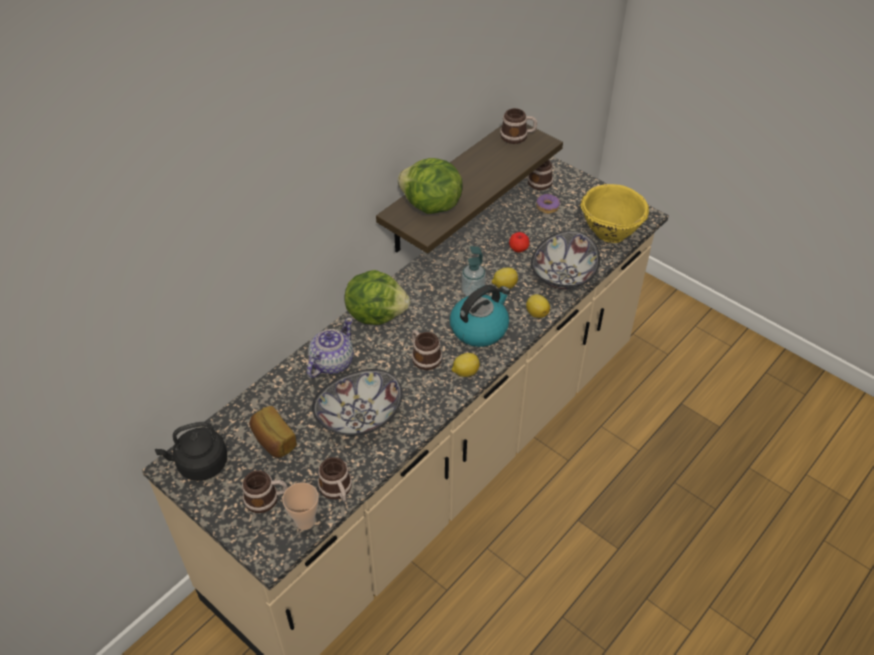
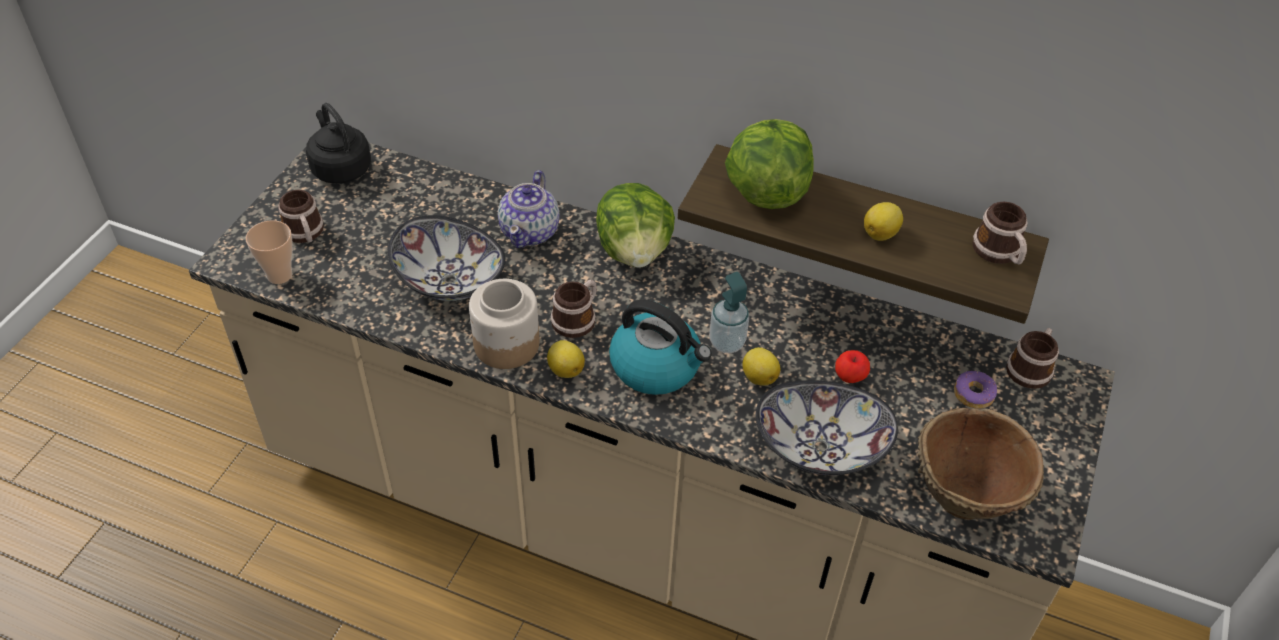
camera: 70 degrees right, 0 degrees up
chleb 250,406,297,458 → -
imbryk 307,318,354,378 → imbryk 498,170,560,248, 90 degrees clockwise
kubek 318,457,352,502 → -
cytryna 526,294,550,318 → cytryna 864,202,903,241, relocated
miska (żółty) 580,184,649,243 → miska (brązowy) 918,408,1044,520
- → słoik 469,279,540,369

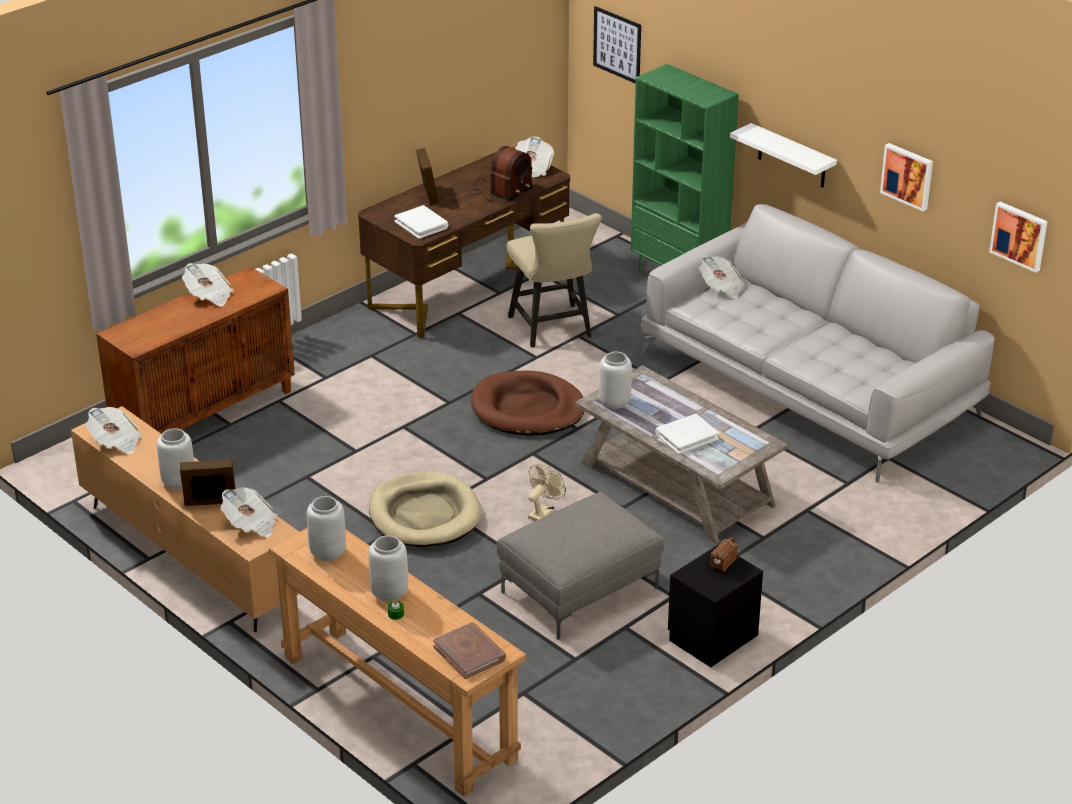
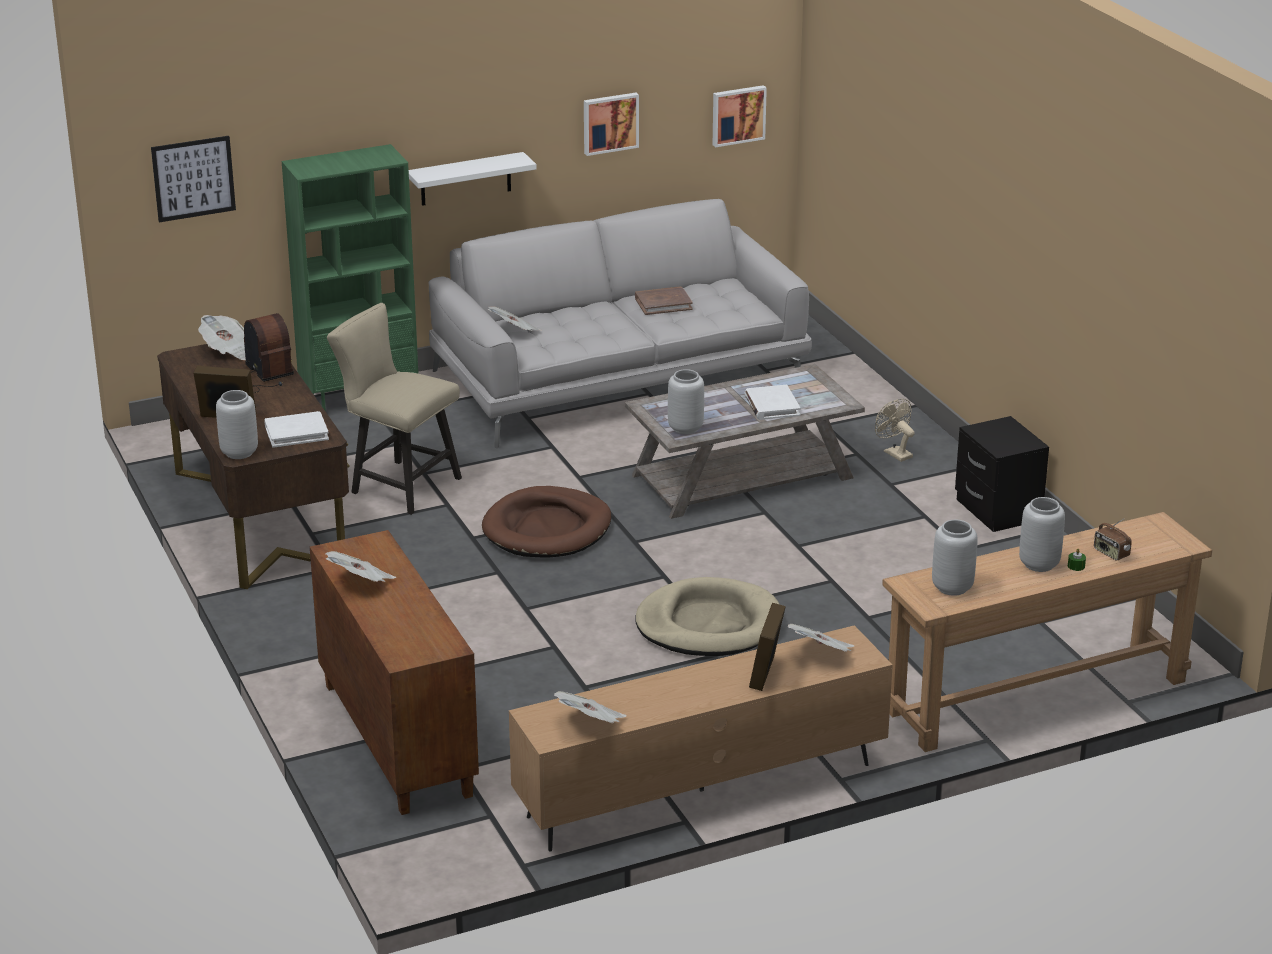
camera: 70 degrees left, 5 degrees down
wazon (szary) 157,428,194,489 → wazon (szary) 216,390,258,459, relocated
książka (brązowy) 433,622,506,679 → książka (brązowy) 635,286,693,315, relocated
pufa (szary) 497,492,665,640 → -
krzesło (beżowy) 507,213,602,348 → krzesło (beżowy) 327,303,462,515, 150 degrees counterclockwise
wentylator (beżowy) 528,464,566,521 → wentylator (beżowy) 875,399,915,462, relocated
radio 710,537,738,571 → radio 1094,519,1132,561, relocated

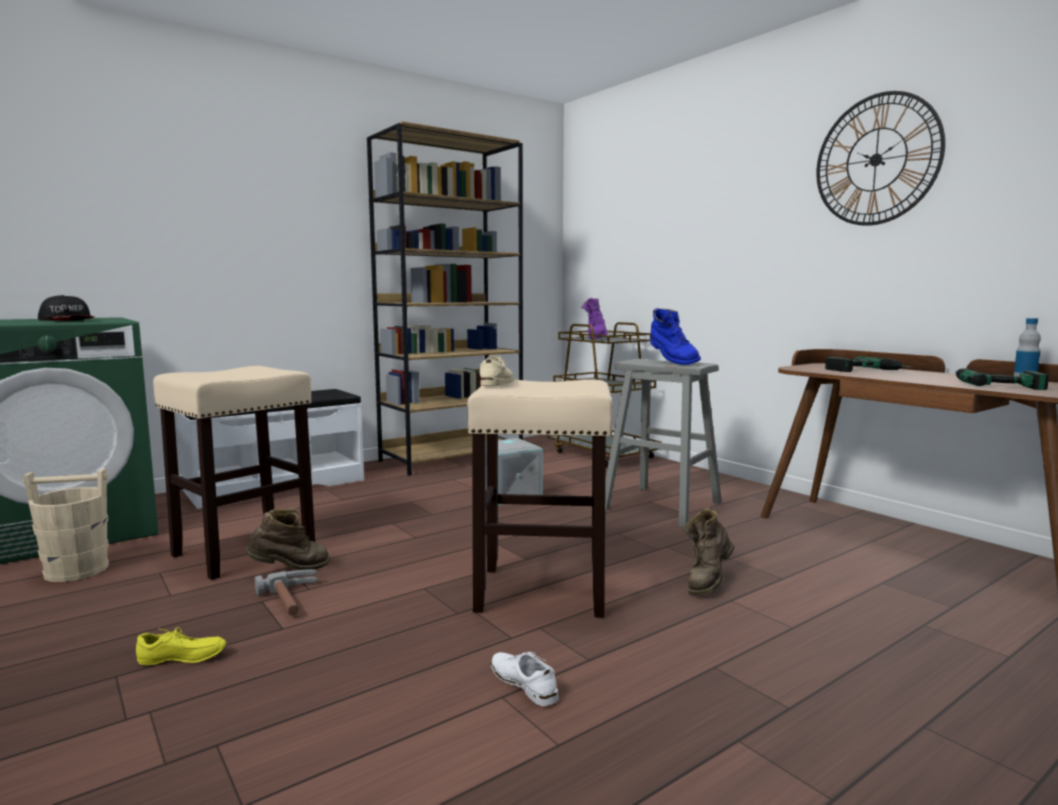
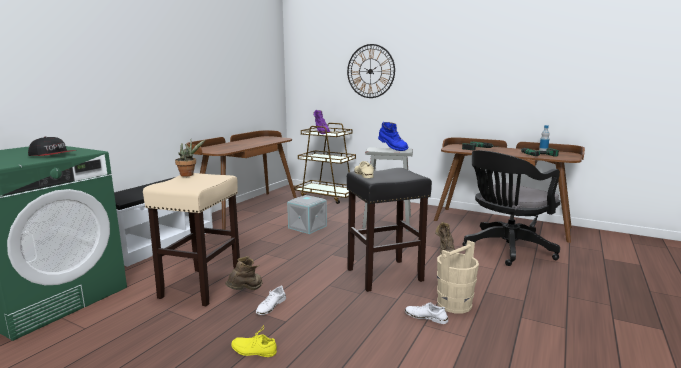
camera: 25 degrees left, 5 degrees up
wiadro (beżowy) 23,468,109,582 → wiadro (beżowy) 437,240,479,313, relocated
but (żółty) 136,627,226,665 → but (żółty) 231,327,277,357, 135 degrees counterclockwise
młotek 255,569,318,615 → but (biały) 256,285,286,315
regał (brązowy) 367,121,523,476 → biurko (brązowy) 187,130,297,230
stołek (beżowy) 467,380,613,618 → stołek (czarny) 347,168,432,292
zegar ścienny 816,91,945,226 → zegar ścienny 347,44,395,98, relocated
- → roślina doniczkowa 175,140,205,177
- → krzesło biurowe (czarny) 462,150,561,266

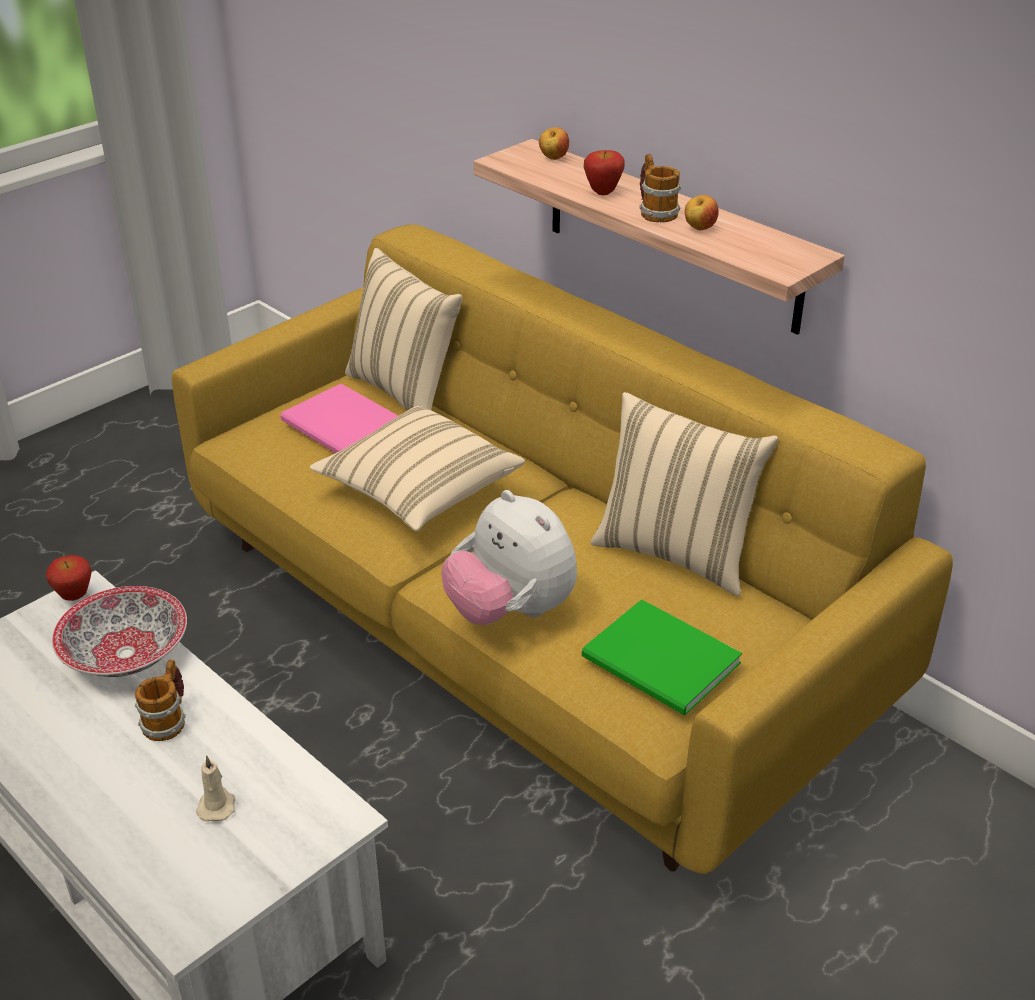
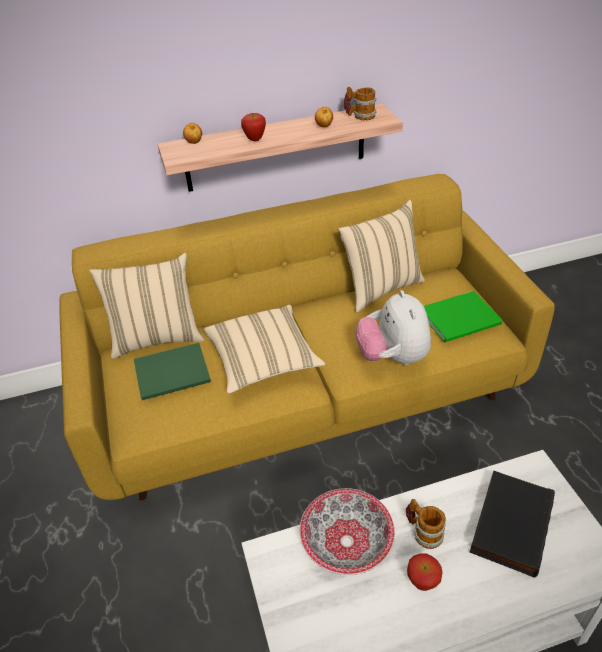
camera: 60 degrees left, 5 degrees up
jabłko 46,555,92,601 → jabłko 407,554,442,591, relocated
świeca (beżowy) 196,755,235,821 → książka (czarny) 470,471,555,578
książka (różowy) 280,384,398,453 → książka (zielony) 134,343,211,400
pluszak 442,490,577,625 → pluszak 356,290,431,365, 90 degrees clockwise
kubek 639,154,681,222 → kubek 344,87,377,120, relocated

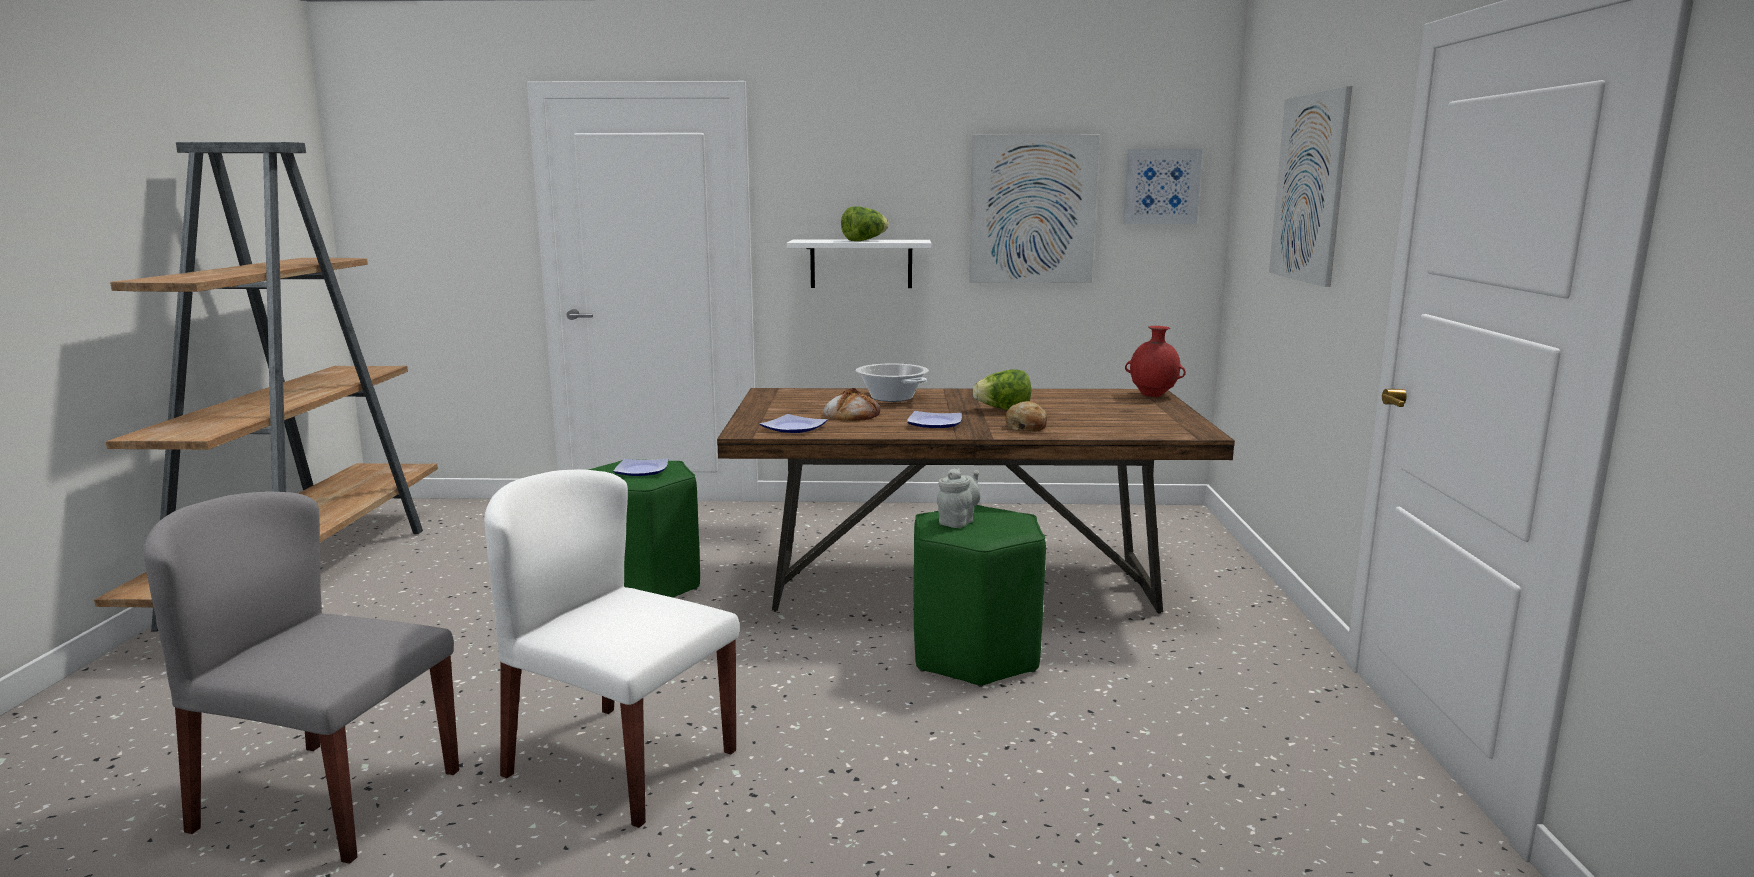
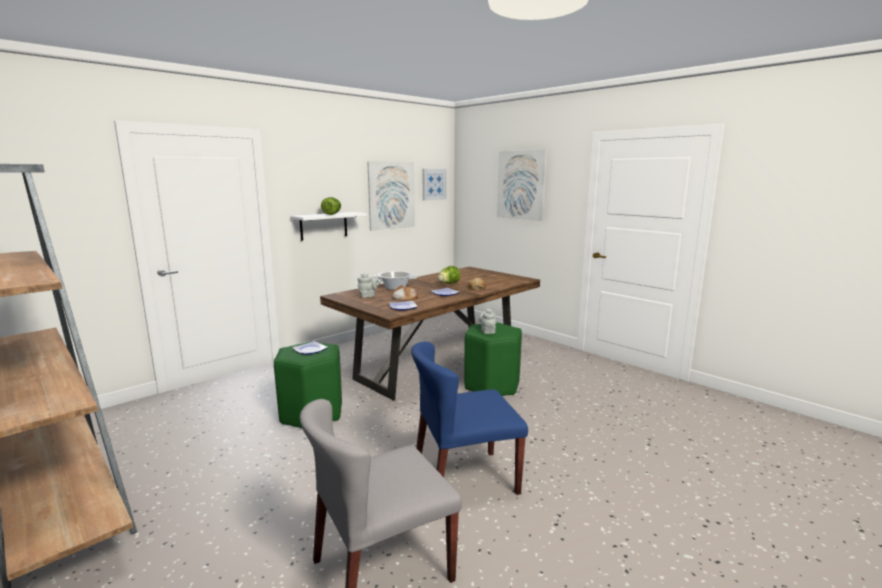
camera: 45 degrees left, 0 degrees up
krzesło (biały) 484,469,739,828 → krzesło (niebieski) 411,342,528,495
wazon (czerwony) 1125,326,1186,397 → -
- → imbryk (szary) 358,273,382,298

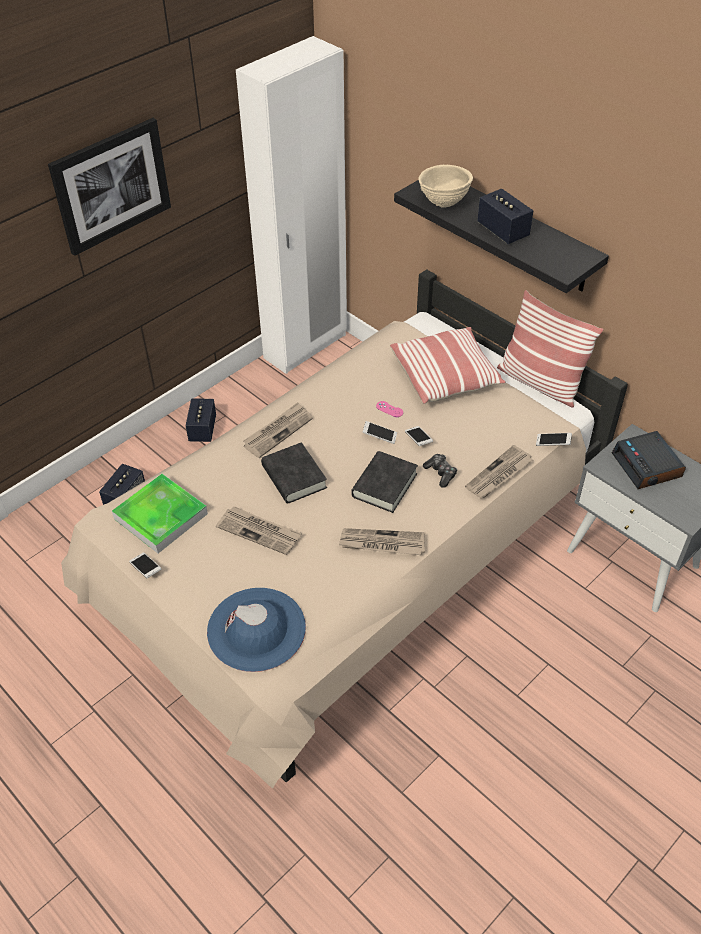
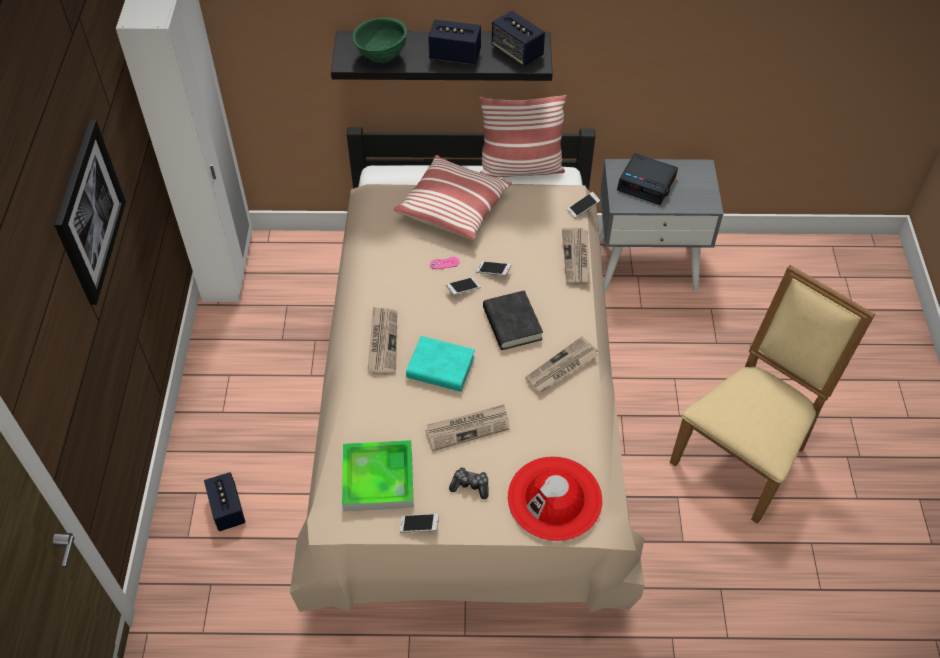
camera: 45 degrees left, 5 degrees up
głośnik 186,398,216,442 → głośnik 492,11,545,66, relocated
kapelusz (niebieski) 207,588,306,672 → kapelusz (czerwony) 508,456,602,541
książka (czarny) 261,442,327,504 → książka (turkusowy) 406,336,475,392
miska (beżowy) 418,165,473,208 → miska (zielony) 352,18,407,63
pad do gier 423,454,457,488 → pad do gier 449,467,489,499, relocated
- → krzesło (beżowy) 670,265,875,524

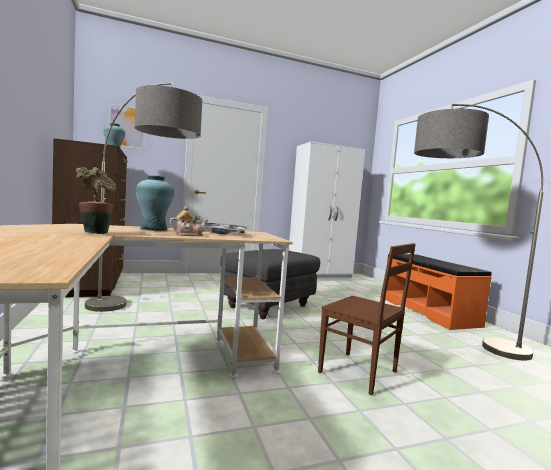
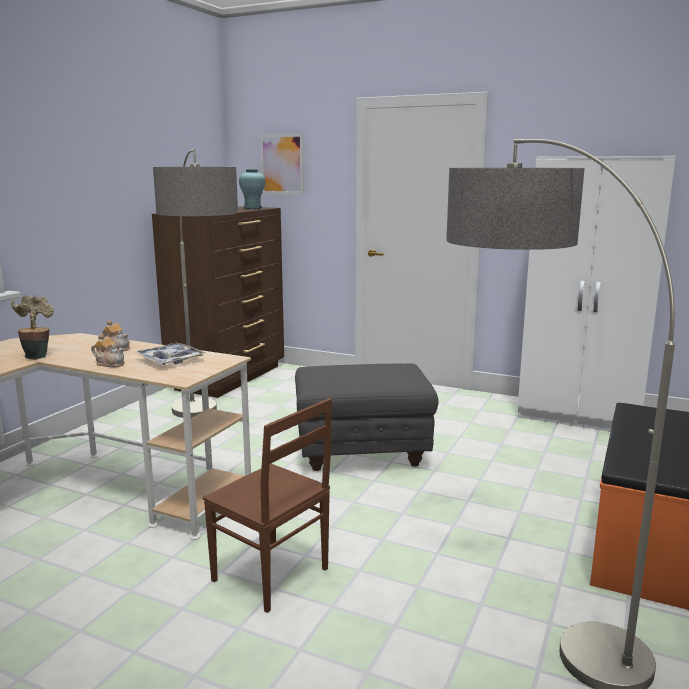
camera: 45 degrees right, 10 degrees up
wazon (turkusowy) 136,175,174,231 → imbryk 103,320,130,351
krzesło (brązowy) 318,243,416,395 → krzesło (brązowy) 203,398,332,613, 45 degrees counterclockwise

